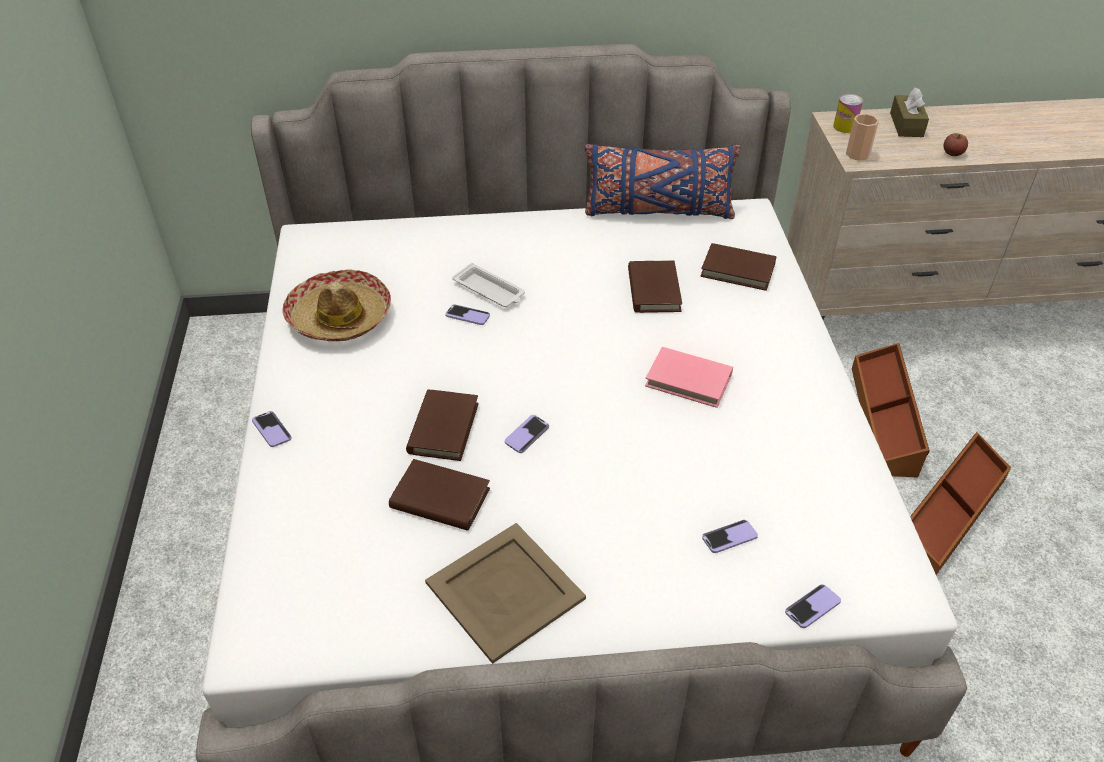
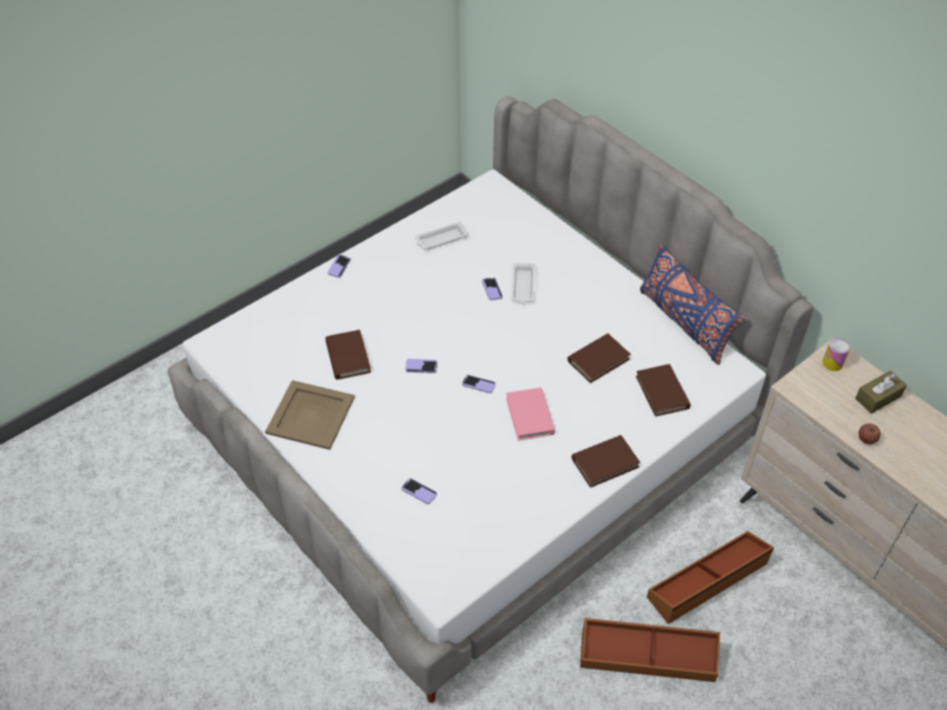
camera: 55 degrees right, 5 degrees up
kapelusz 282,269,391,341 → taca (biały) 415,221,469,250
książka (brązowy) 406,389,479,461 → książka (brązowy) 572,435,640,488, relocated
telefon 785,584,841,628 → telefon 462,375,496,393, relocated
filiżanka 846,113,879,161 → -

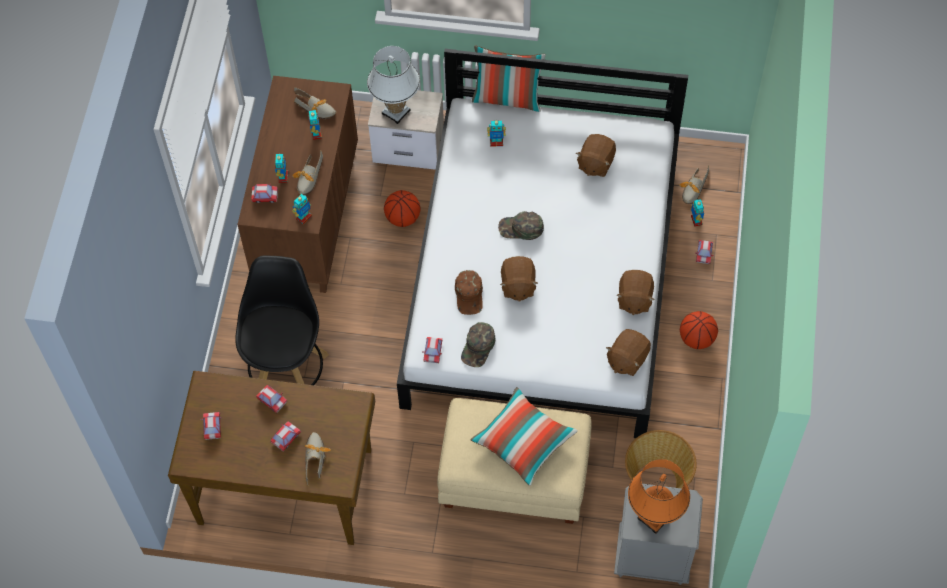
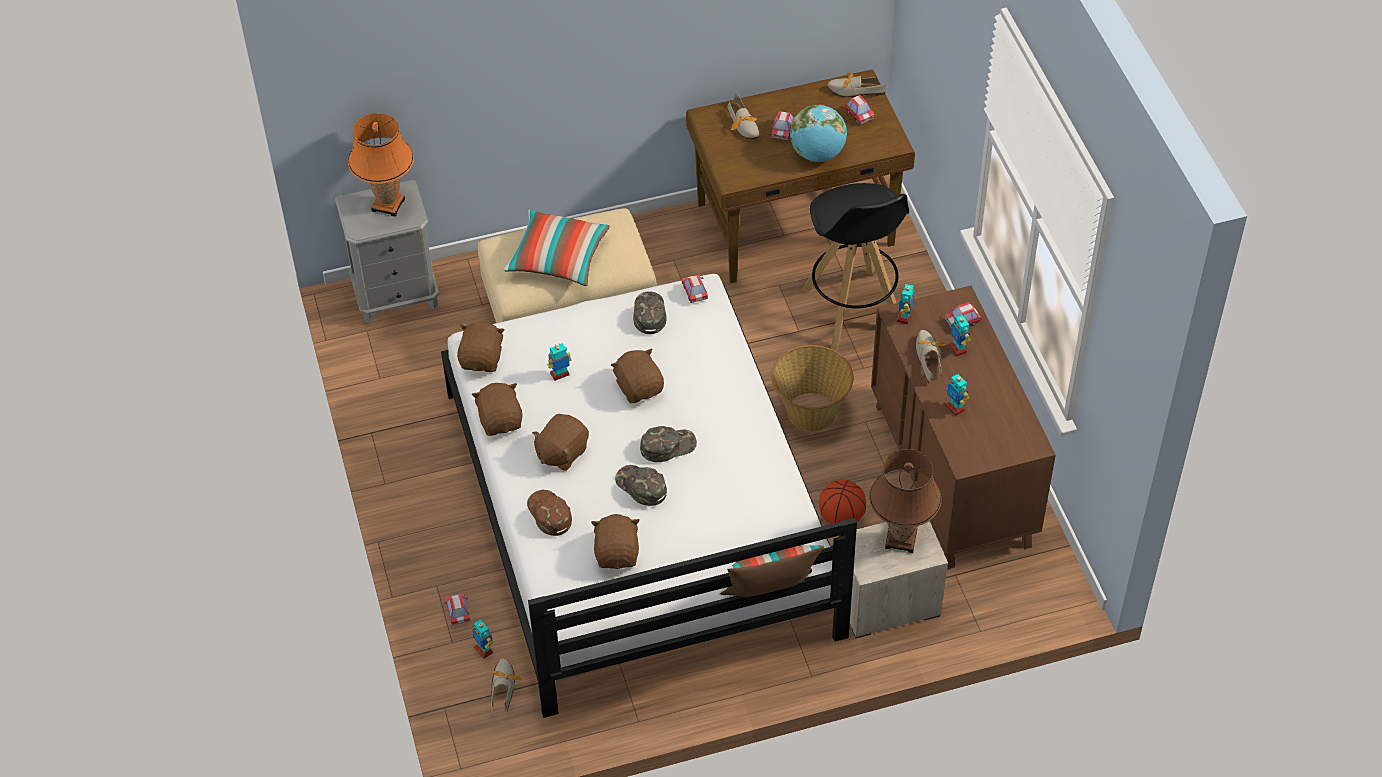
camera: 155 degrees right, 10 degrees down
samochodzik 256,385,287,413 → globus 790,105,847,162
but 294,87,336,119 → but 827,73,886,97, relocated
lampa stołowa (biały) 367,46,420,124 → lampa stołowa (brązowy) 869,449,941,553
czapka z daszkiem (brązowy) 455,270,483,315 → czapka z daszkiem (brązowy) 527,490,572,536, relocated
robot zabawkowy 487,121,506,147 → robot zabawkowy 547,343,572,381, relocated
koszyk 625,430,697,489 → koszyk 771,345,853,431, relocated
piłka do koszykówki 680,311,718,349 → -
- → pluszak (brązowy) 532,414,589,471
- → czapka z daszkiem (zielony) 615,465,667,506

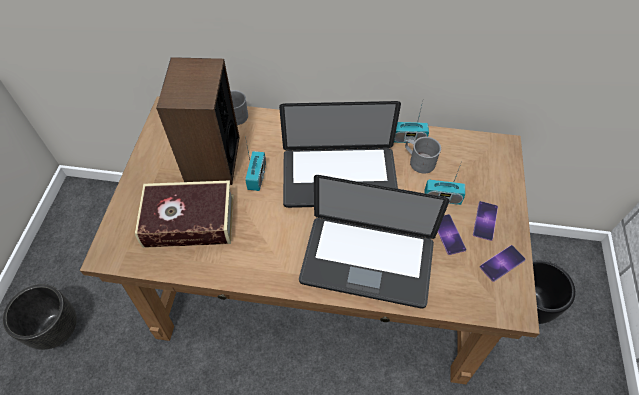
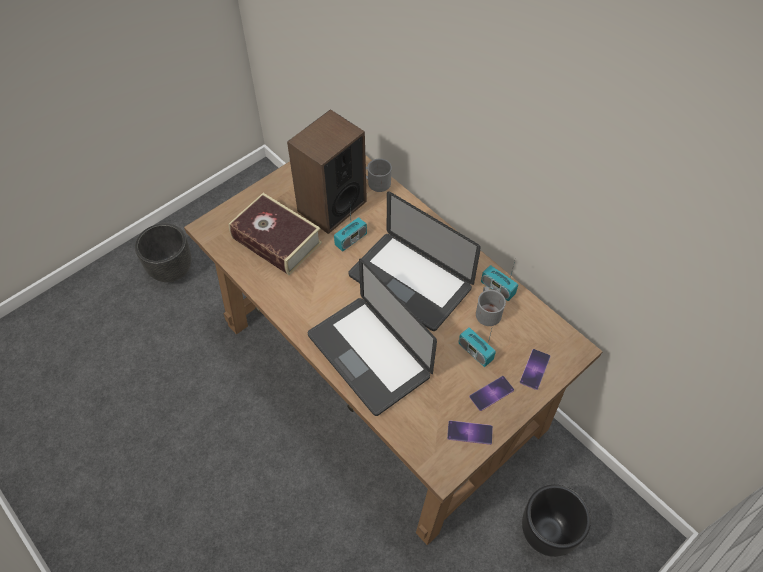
camera: 40 degrees right, 0 degrees up
telefon 438,214,467,255 → telefon 520,349,551,390, relocated

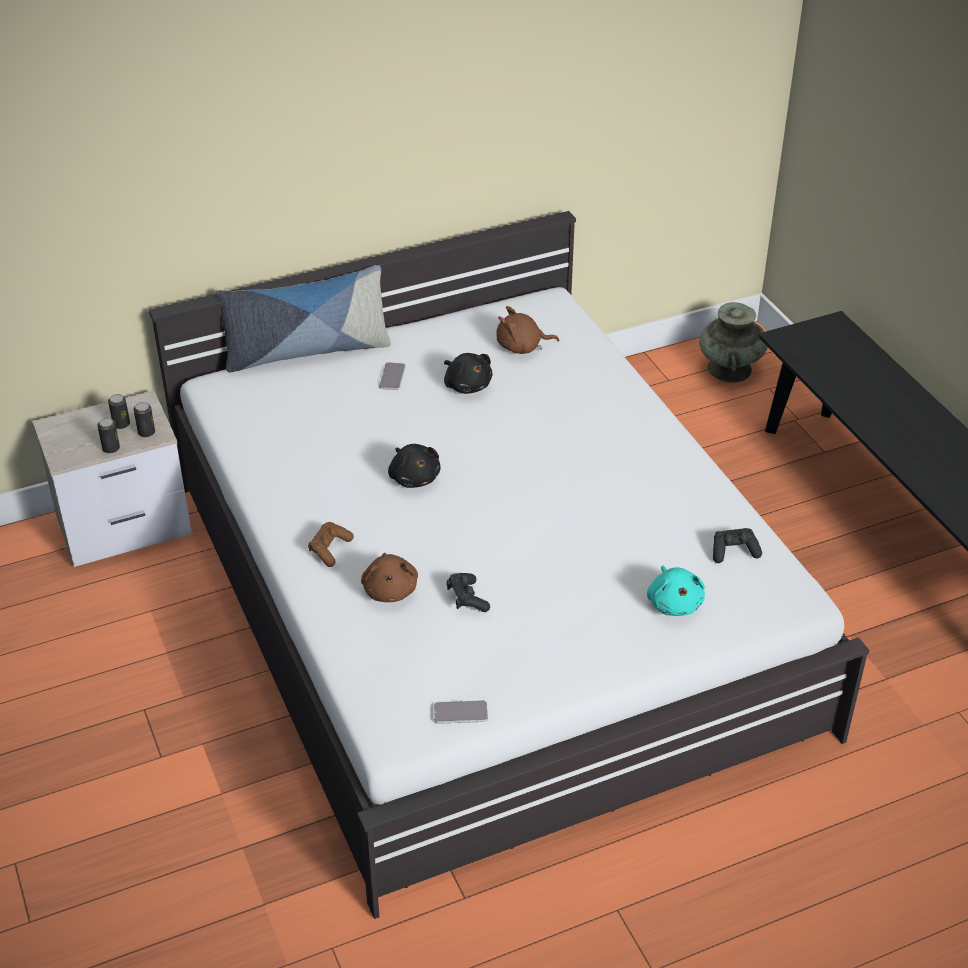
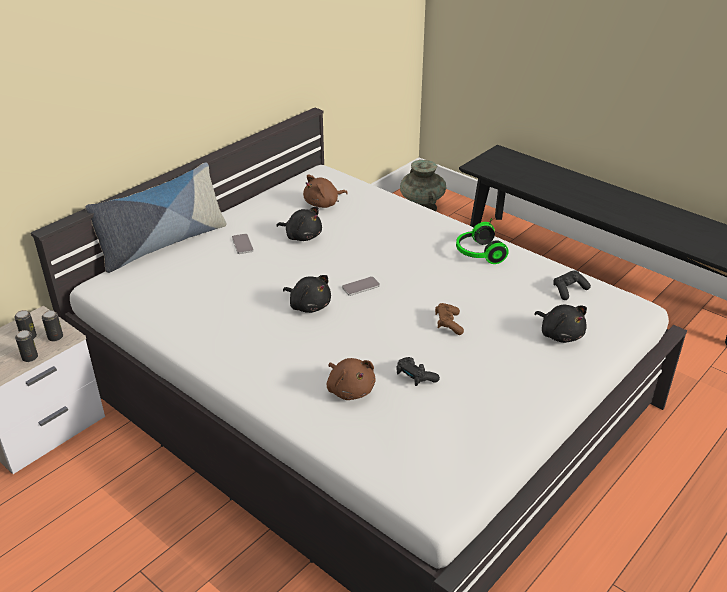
camera: 25 degrees left, 5 degrees down
pad do gier (brązowy) 308,522,354,567 → pad do gier (brązowy) 435,303,464,335, relocated
telefon 434,700,488,724 → telefon 342,276,380,296, relocated
pluszak (turkusowy) 647,566,705,616 → pluszak (czarny) 535,305,587,343
- → słuchawki 456,218,509,264

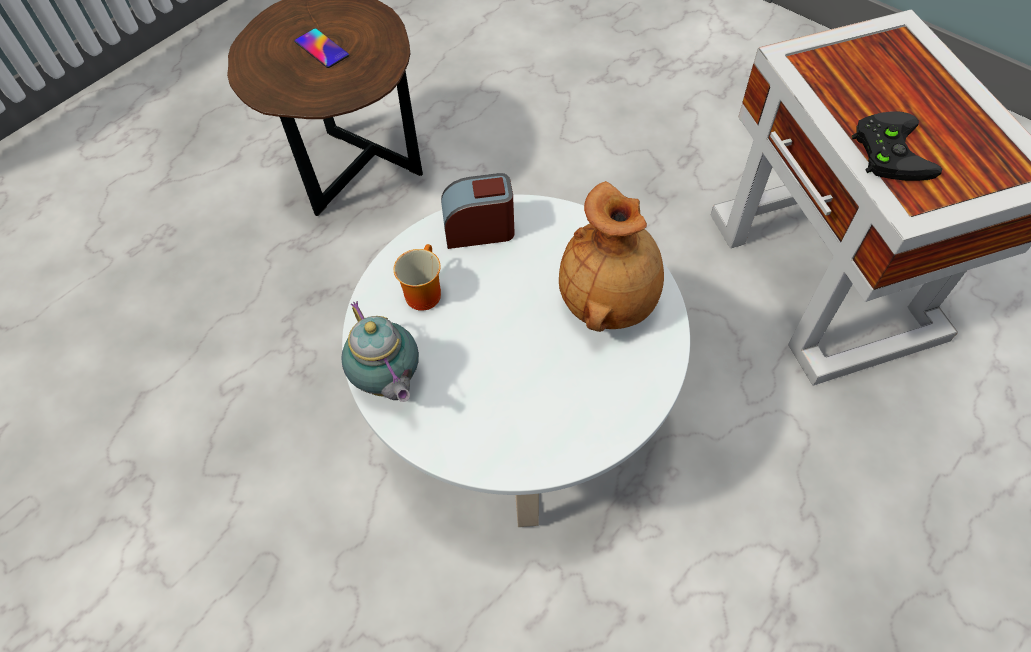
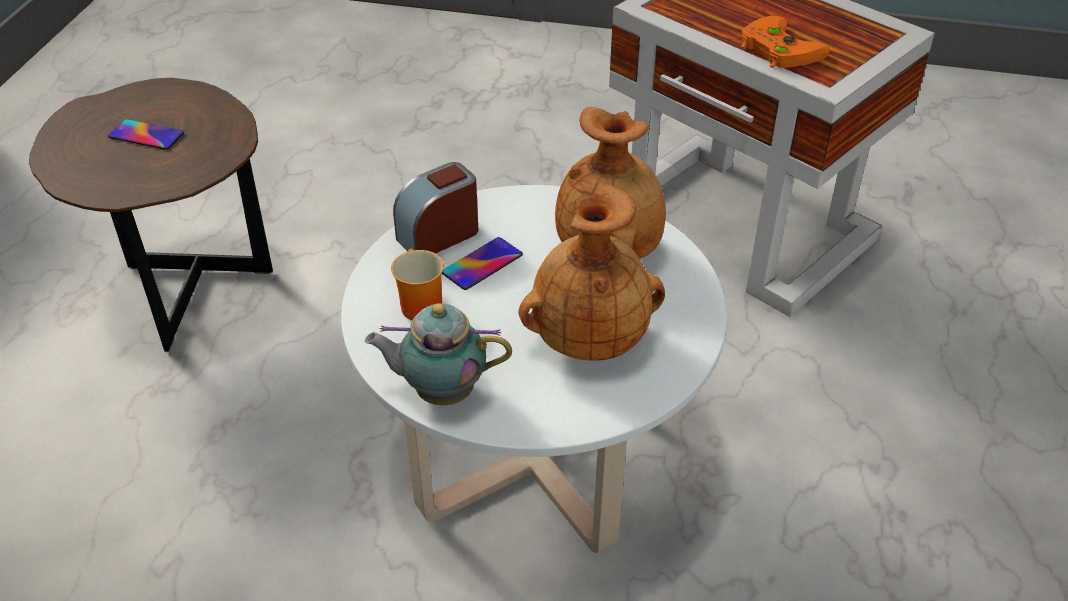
camera: 30 degrees left, 15 degrees down
imbryk 341,301,419,402 → imbryk 365,303,512,405, 150 degrees clockwise
pad do gier (czarny) 852,111,942,181 → pad do gier (pomarańczowy) 741,16,830,68
- → telefon 442,237,523,290
- → wazon (brązowy) 518,184,665,361

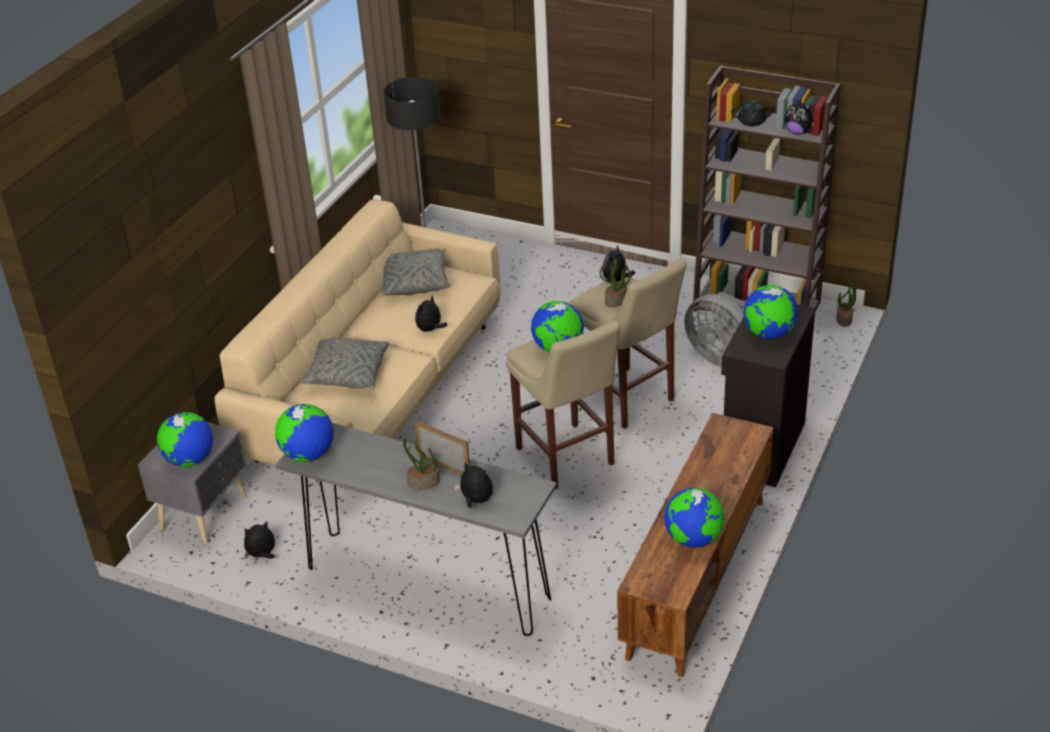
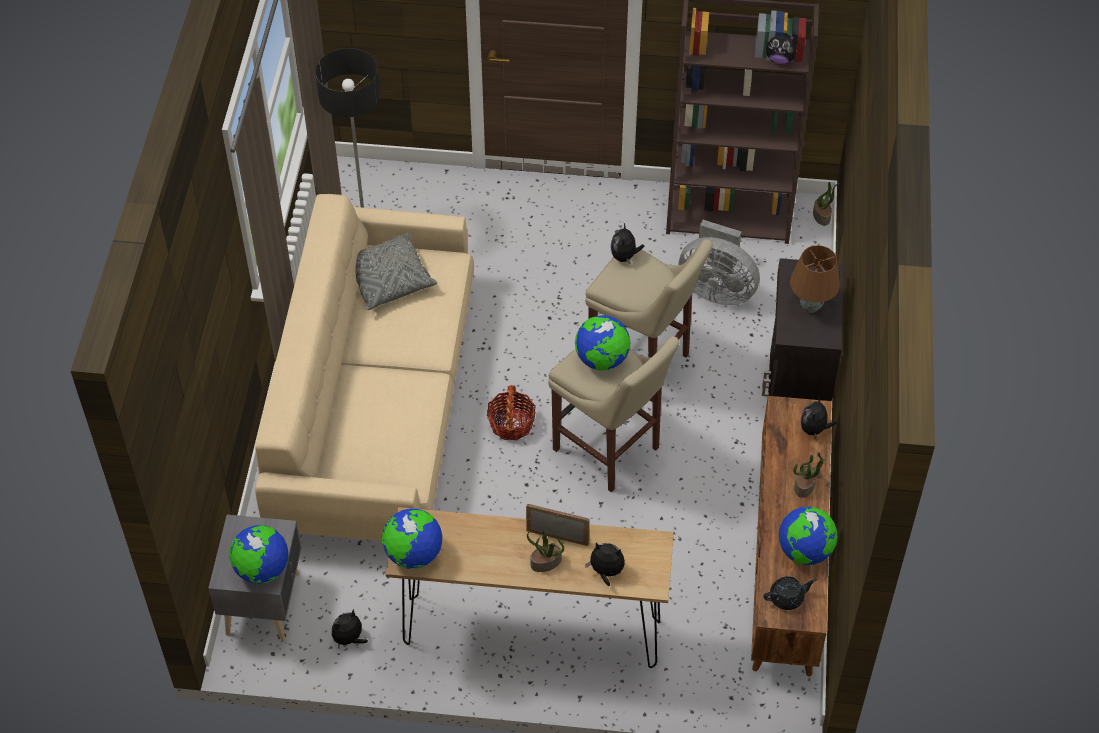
camera: 20 degrees left, 15 degrees up
stolik konsolowy (szary) 276,423,557,636 → stolik konsolowy (brązowy) 386,507,674,668
poduszka (szary) 300,337,389,389 → -
pluszak 415,295,447,333 → pluszak 800,397,836,439, relocated
roślina doniczkowa 600,259,631,308 → roślina doniczkowa 793,453,826,498, relocated
imbryk (czarny) 731,101,777,126 → imbryk (czarny) 763,576,816,610, relocated
globus 743,285,798,339 → lampa stołowa (brązowy) 790,245,840,313
- → koszyk 487,385,536,440

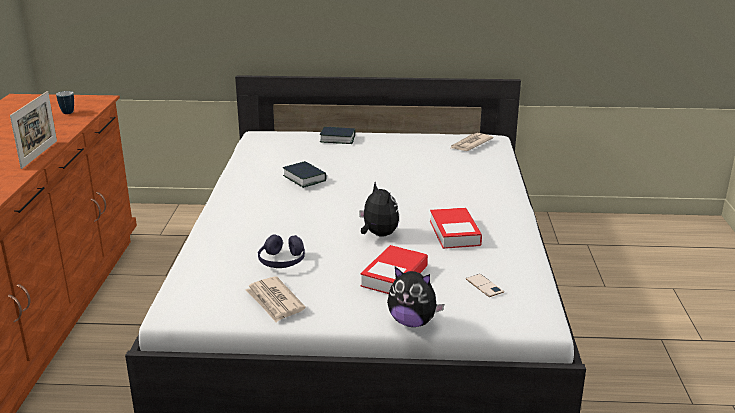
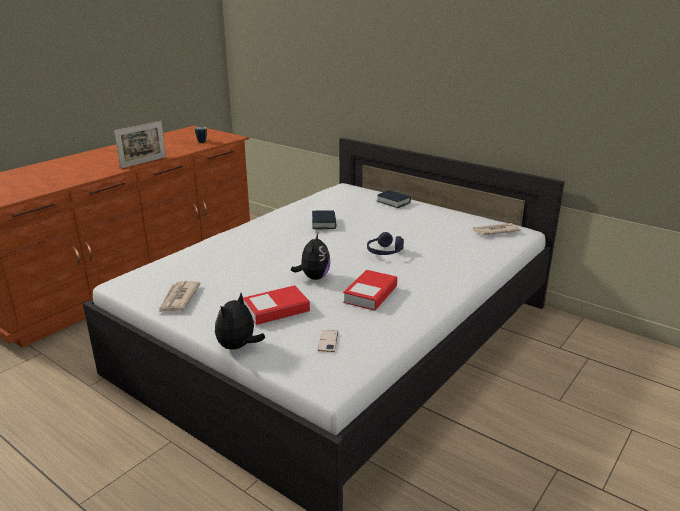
camera: 35 degrees right, 0 degrees up
słuchawki (fioletowy) 258,235,305,268 → słuchawki (fioletowy) 367,232,404,255, relocated
pluszak 387,267,444,327 → pluszak 215,293,265,349, 60 degrees clockwise

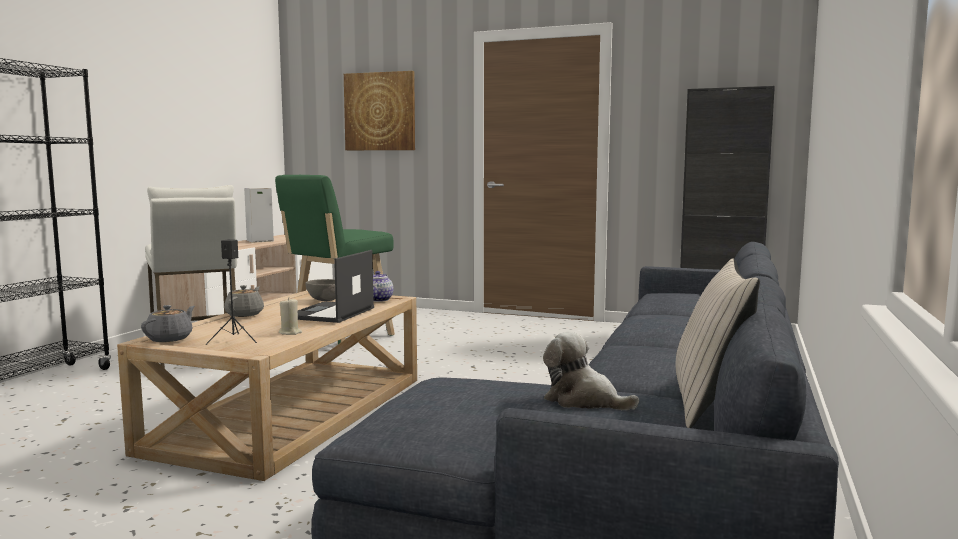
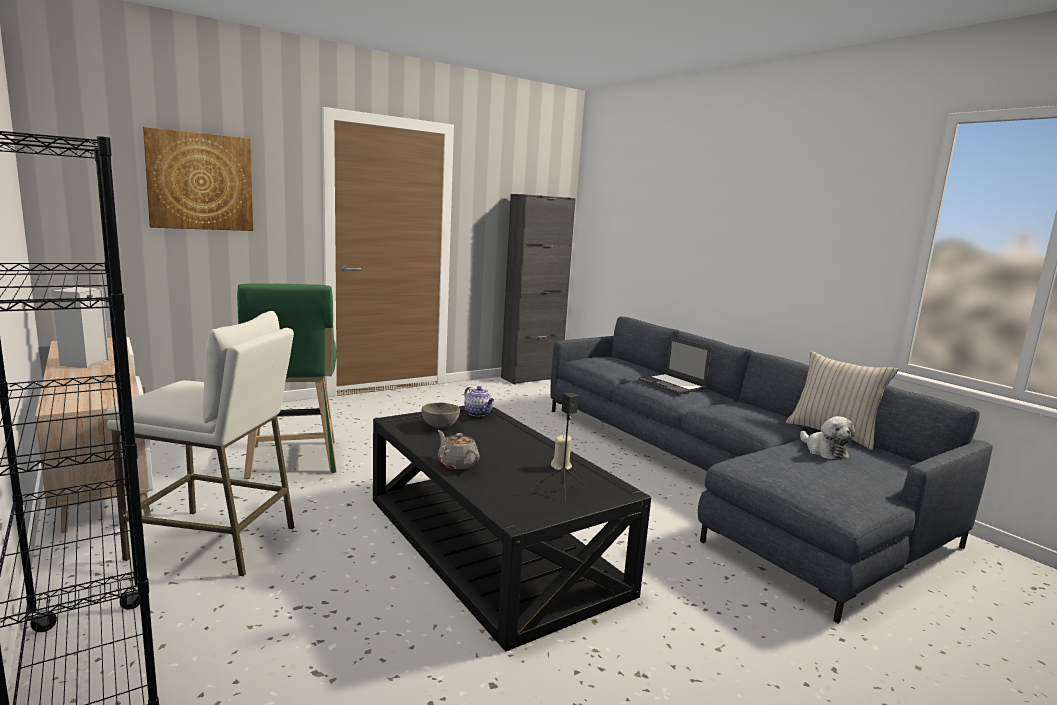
camera: 55 degrees left, 5 degrees up
ława (beżowy) 117,290,417,481 → ława (czarny) 373,406,651,652
imbryk (szary) 141,305,195,342 → -
laptop 298,250,374,323 → laptop 638,336,712,395, relocated
pluszak 543,331,639,410 → pluszak 800,416,855,460, 90 degrees counterclockwise

